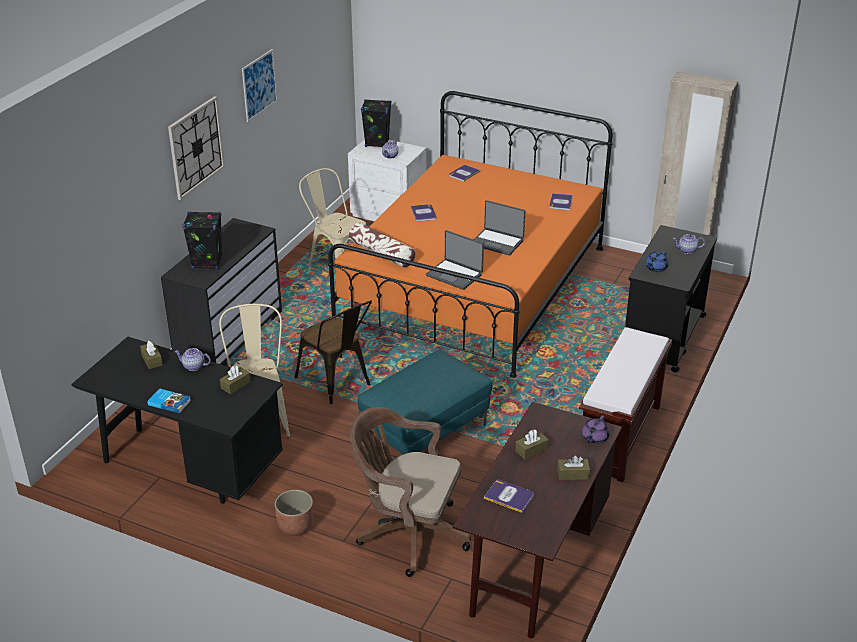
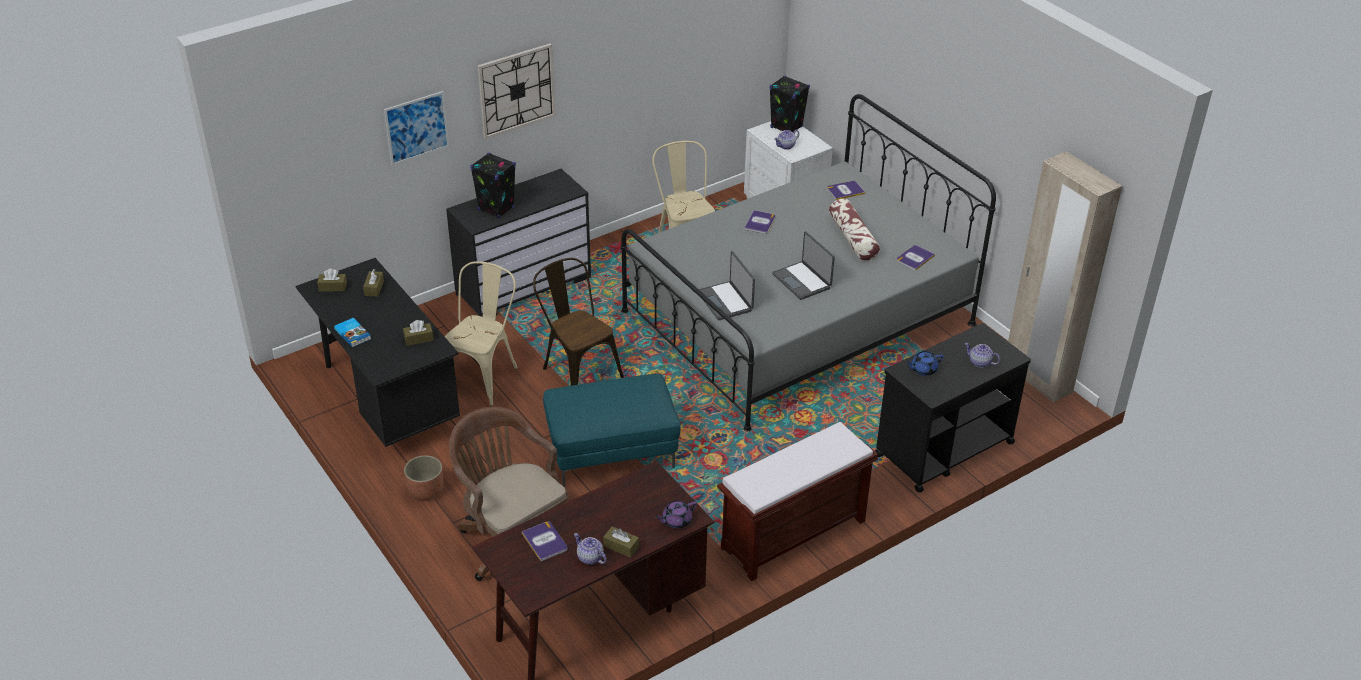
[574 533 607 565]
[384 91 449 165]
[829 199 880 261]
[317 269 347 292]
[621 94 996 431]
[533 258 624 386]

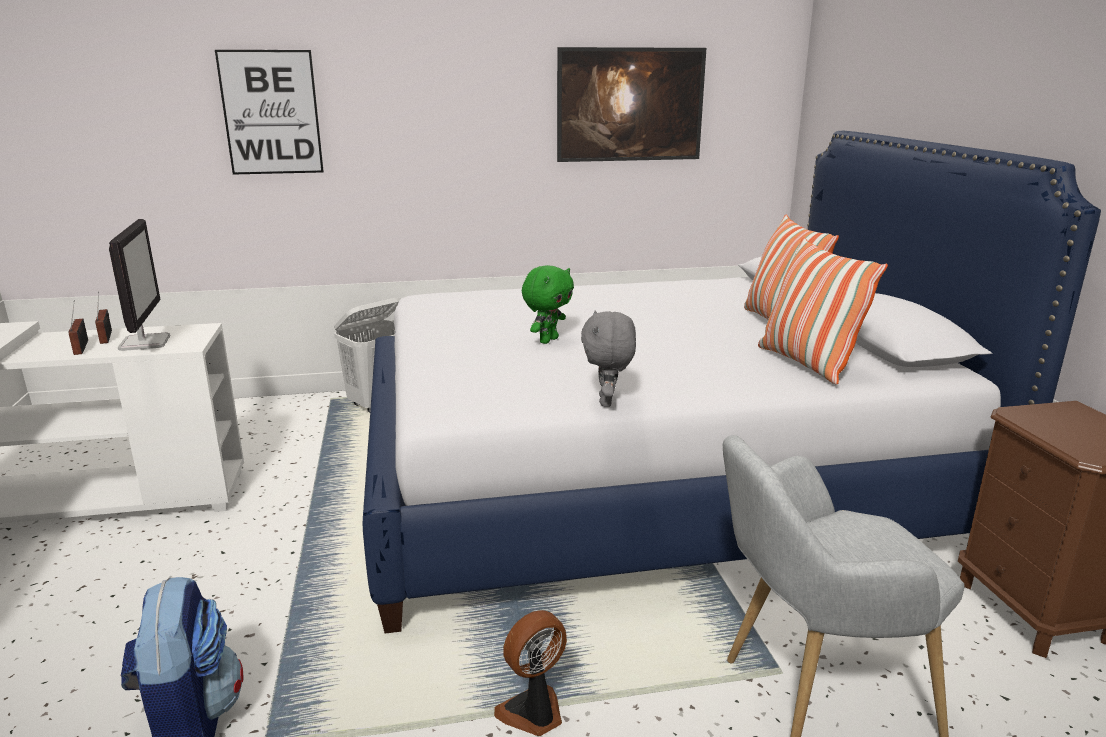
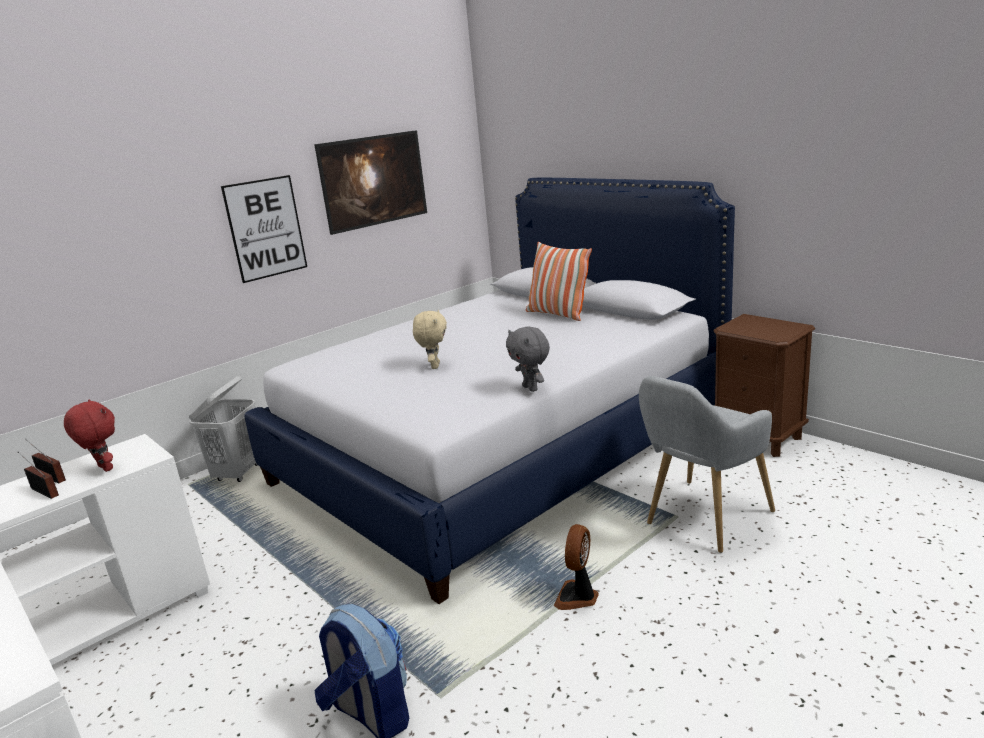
[758 237 888 385] (first image)
[221 175 307 283]
[64 400 115 472]
[413 310 447 369]

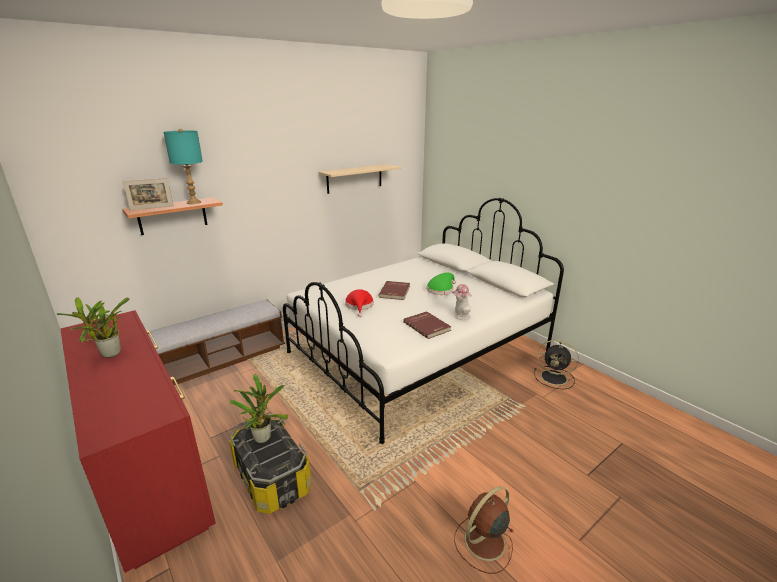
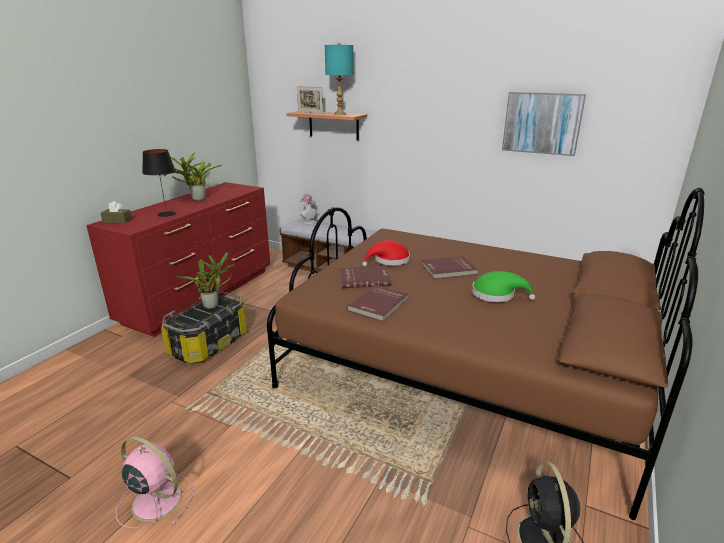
[100 201 132 223]
[142 149 176 217]
[340 266 392 288]
[299 194 317 224]
[502 92 586 156]
[267 188 704 520]
[116 436 193 529]

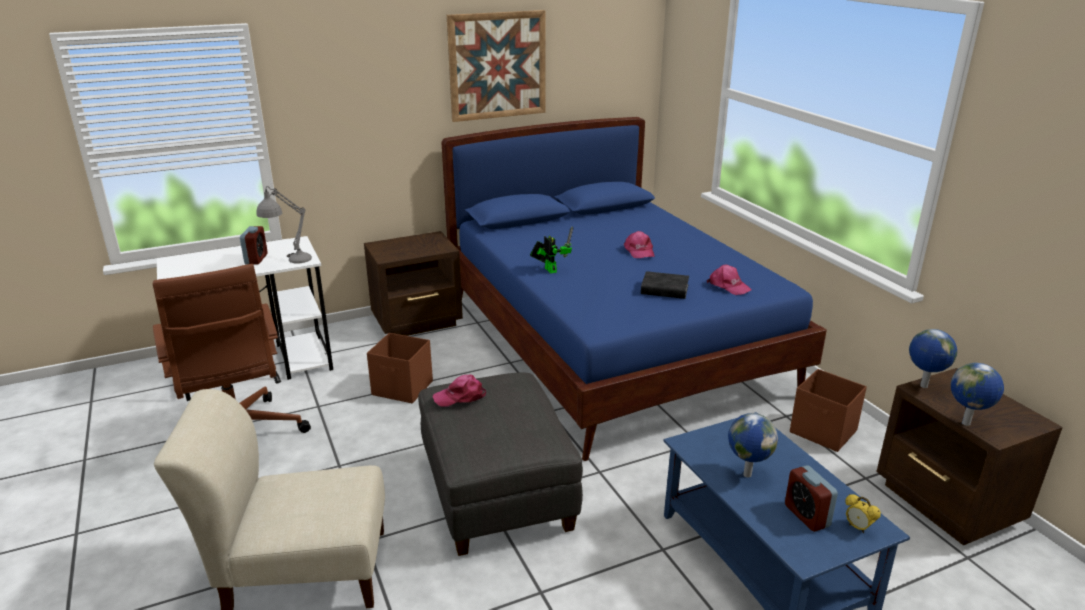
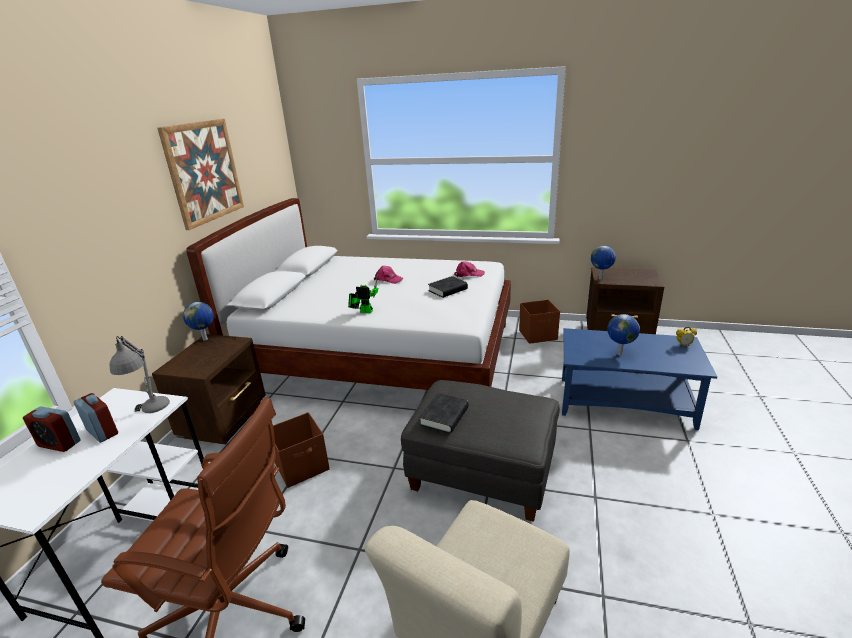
[23 406 81 452]
[183 302 214 341]
[419 393 469 434]
[186 198 511 390]

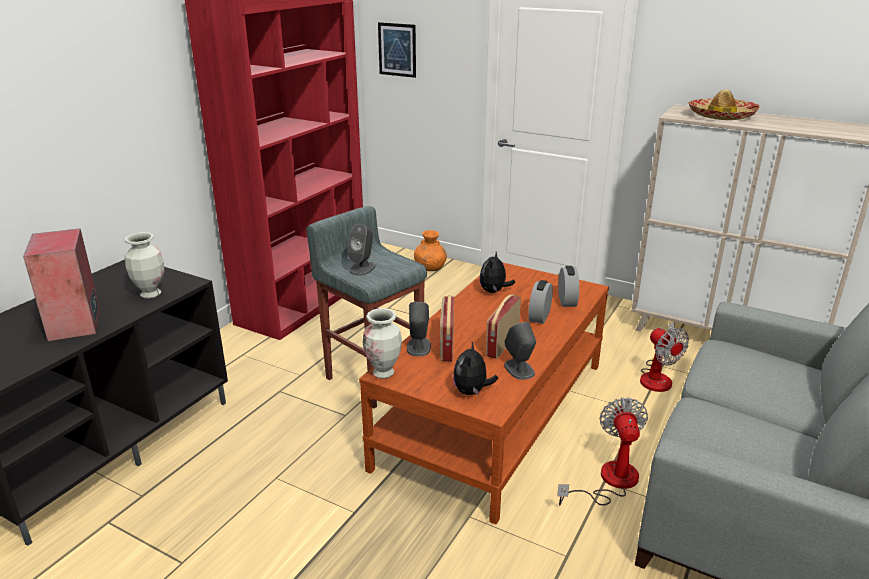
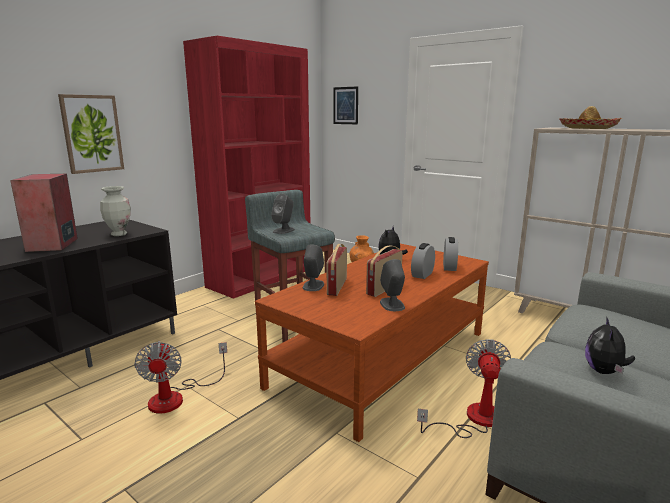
[362 308 402 379] (first image)
[58 94 124 174]
[585 316 635 374]
[134 341 227 414]

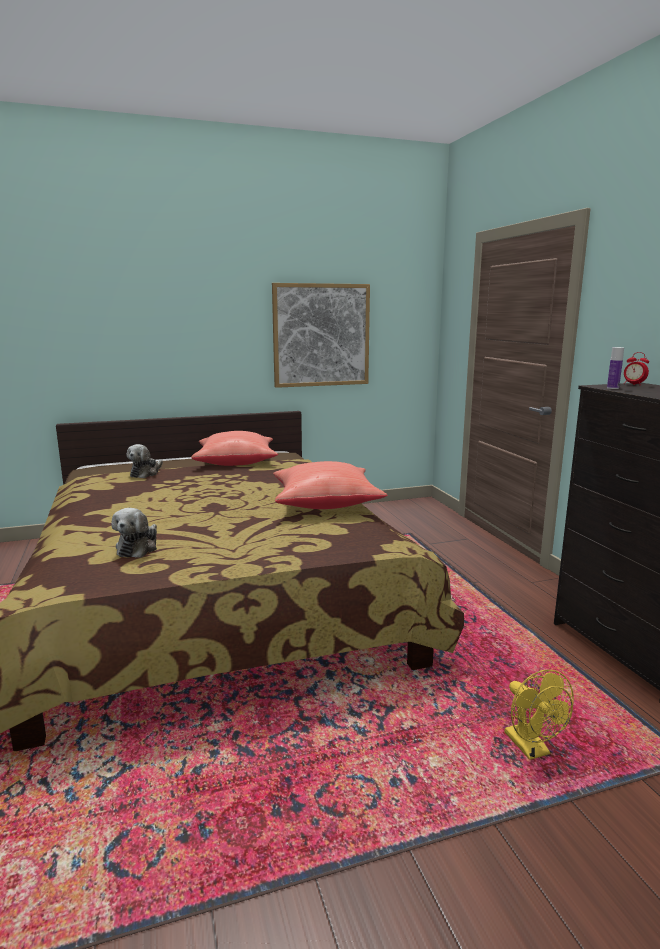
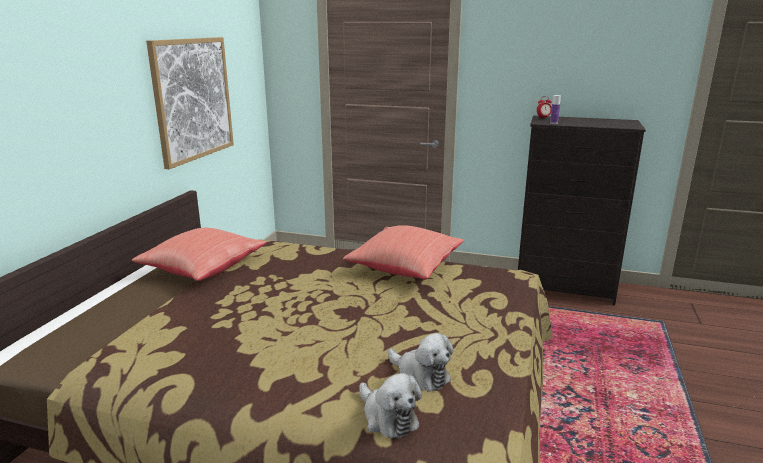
[504 670 574 760] (first image)
[359 373 422 439]

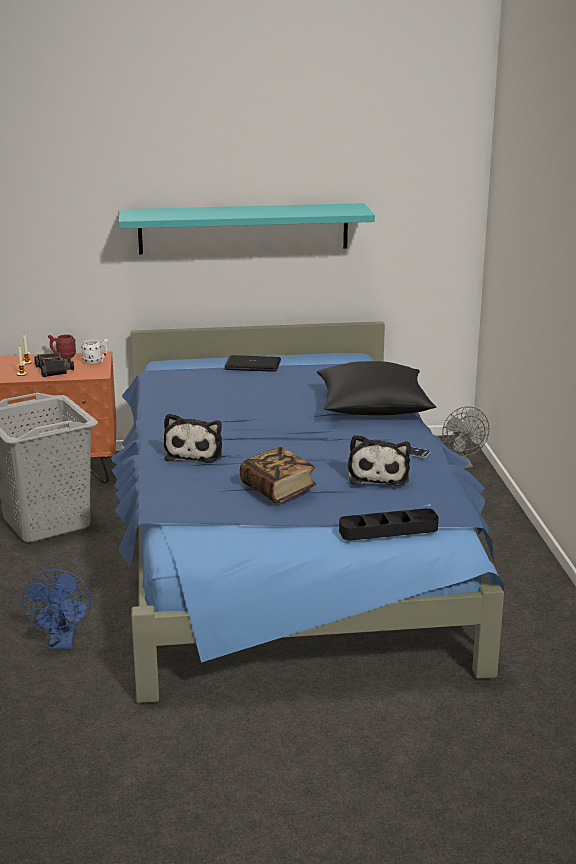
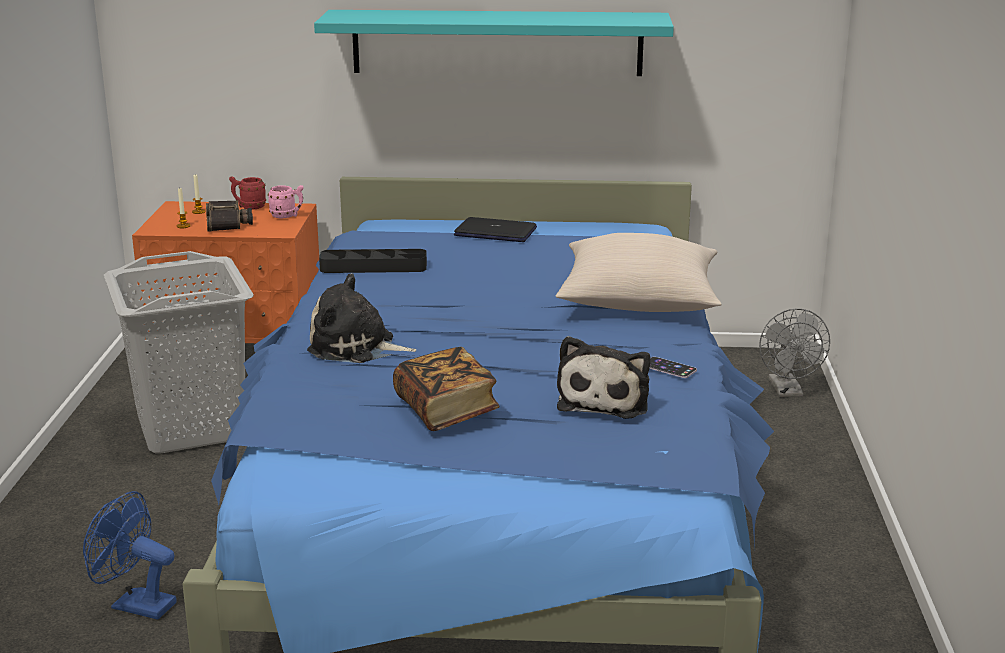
[319 249 427 273]
[268 185 304 219]
[556 233 722 312]
[83 491 176 620]
[307 273 416 363]

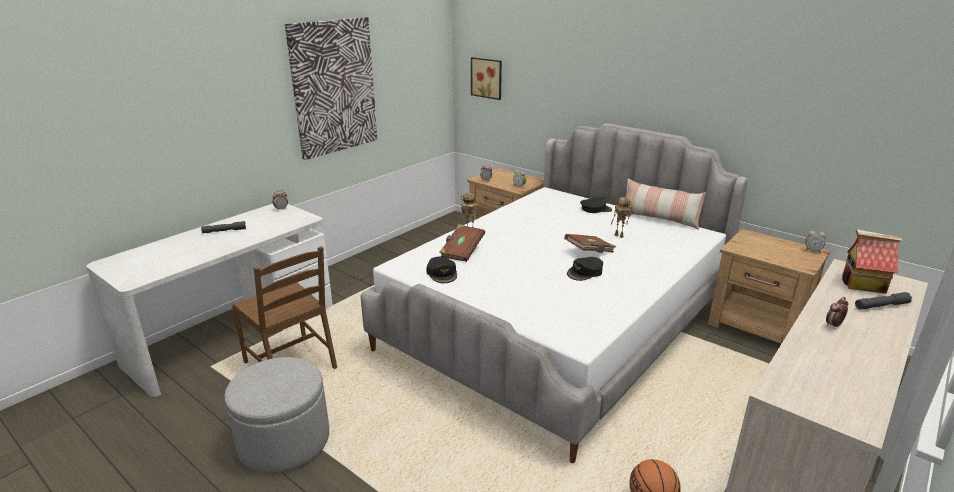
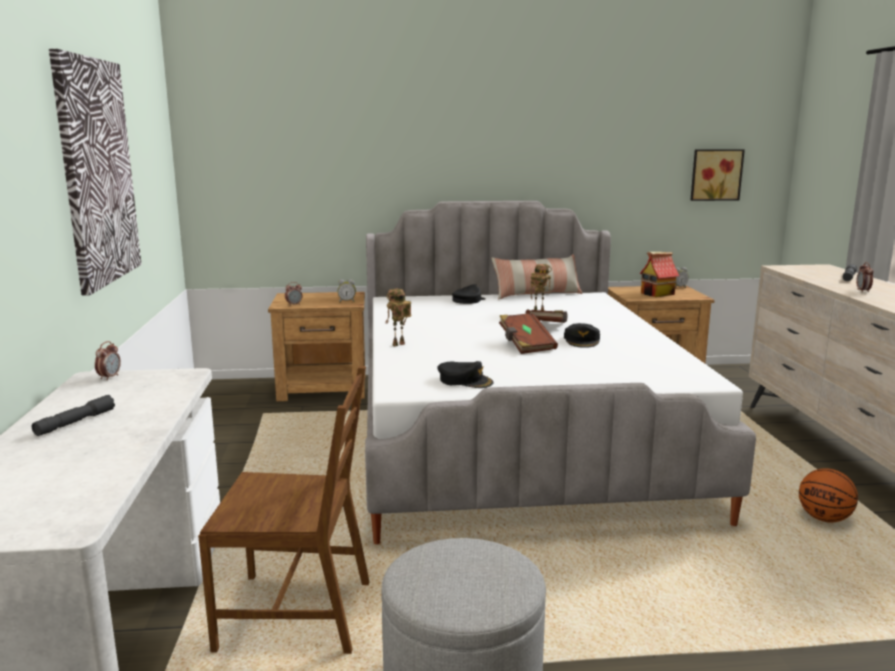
[499 313 558 354]
[690 149 745 201]
[640 252 679 297]

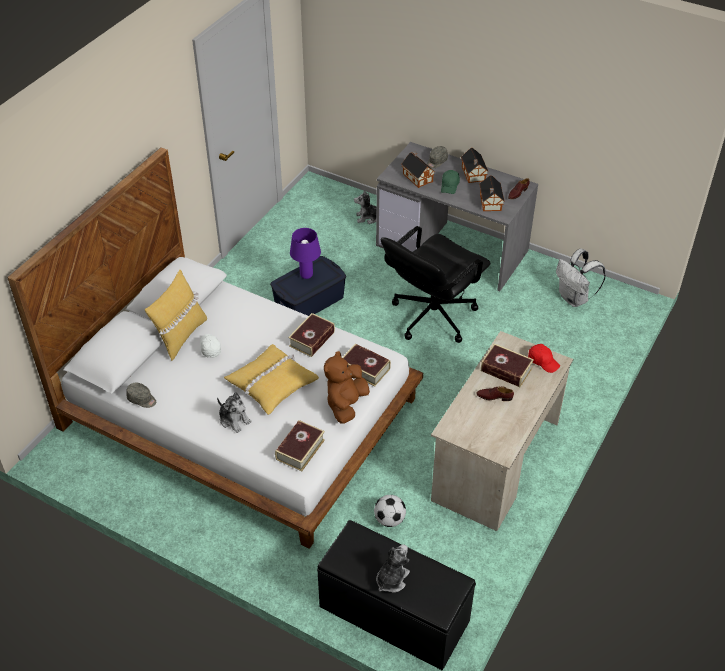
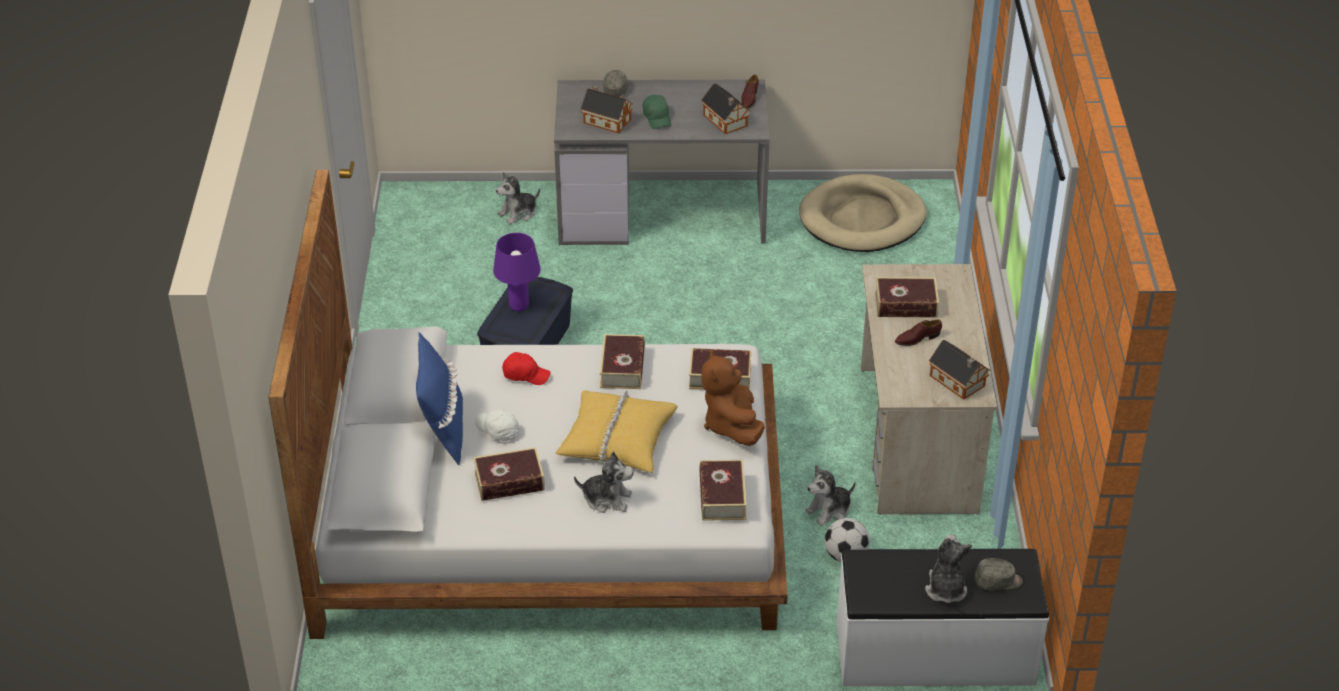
[381 226 491 343] (first image)
[473 447 545 501]
[805 465 856 526]
[975 558 1023 590]
[929 340 991 400]
[502 352 551 385]
[799 174 927 252]
[416 332 463 465]
[837 549 1049 686]

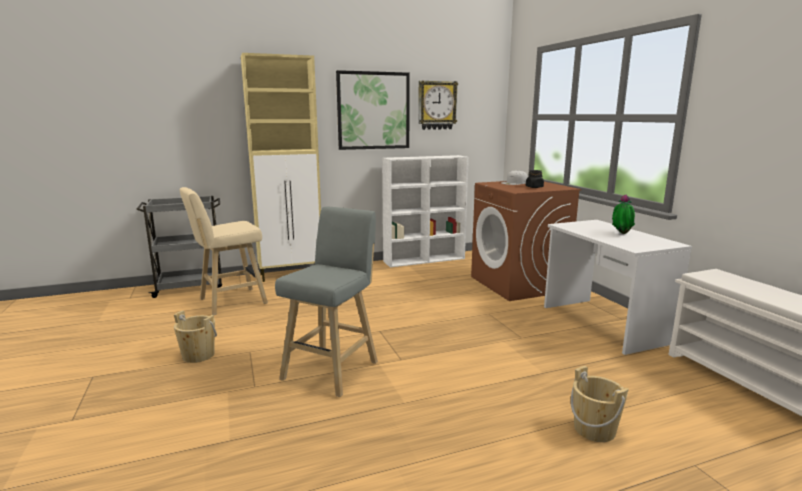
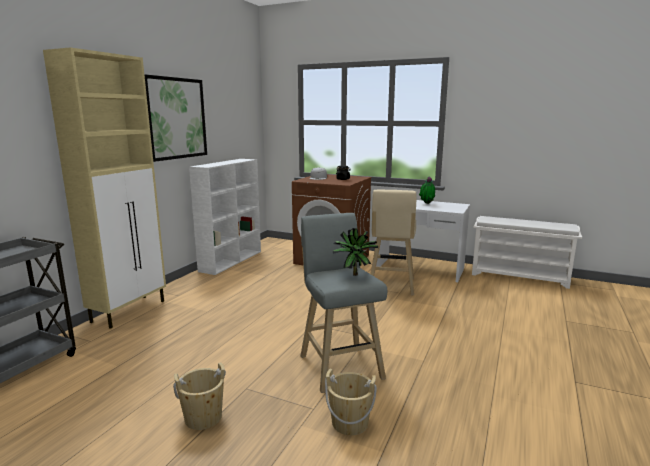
[418 81 458 130] (first image)
[333 228 378 276]
[370 190 417 296]
[325 369 377 435]

